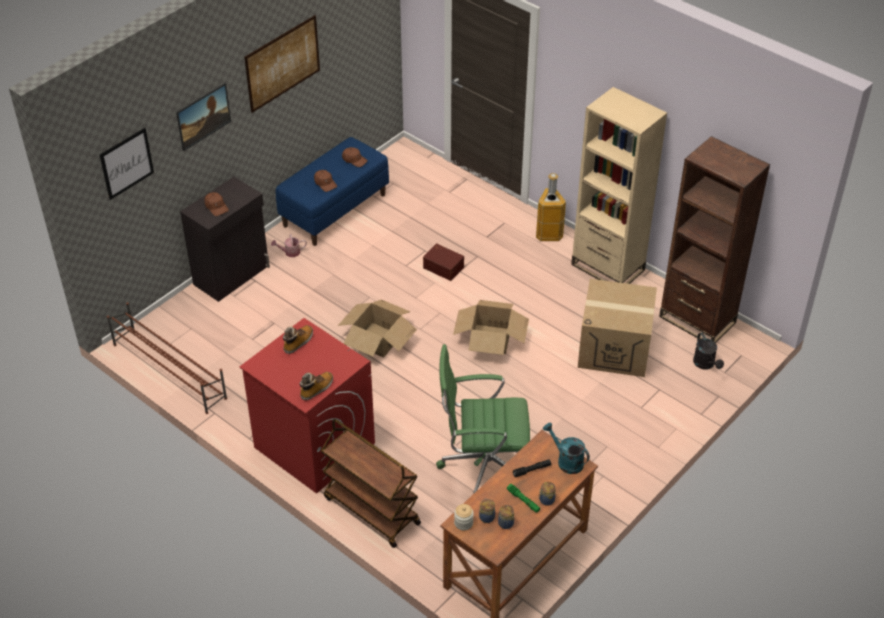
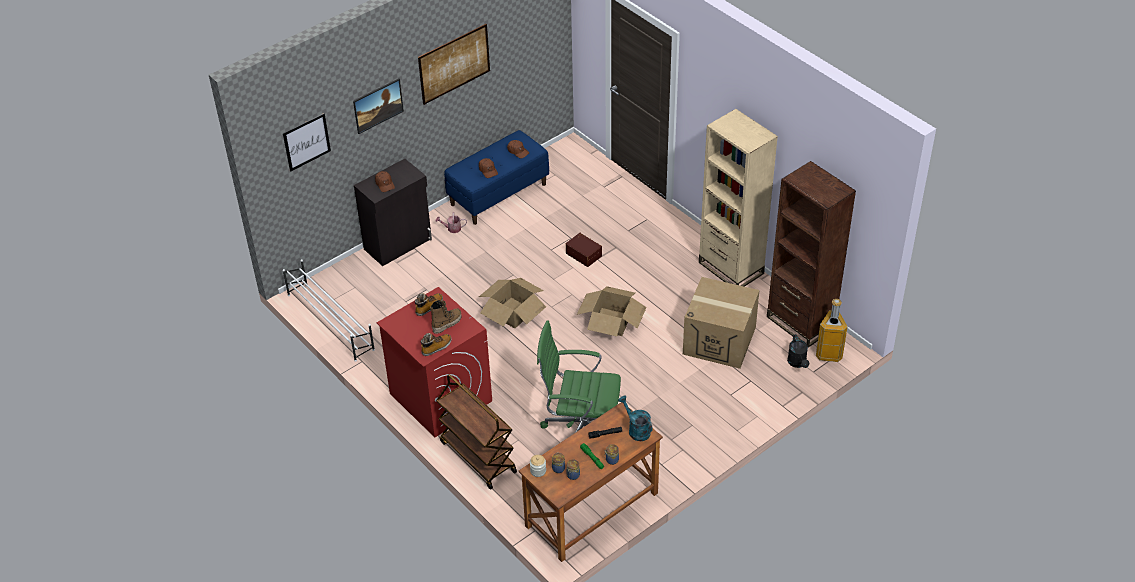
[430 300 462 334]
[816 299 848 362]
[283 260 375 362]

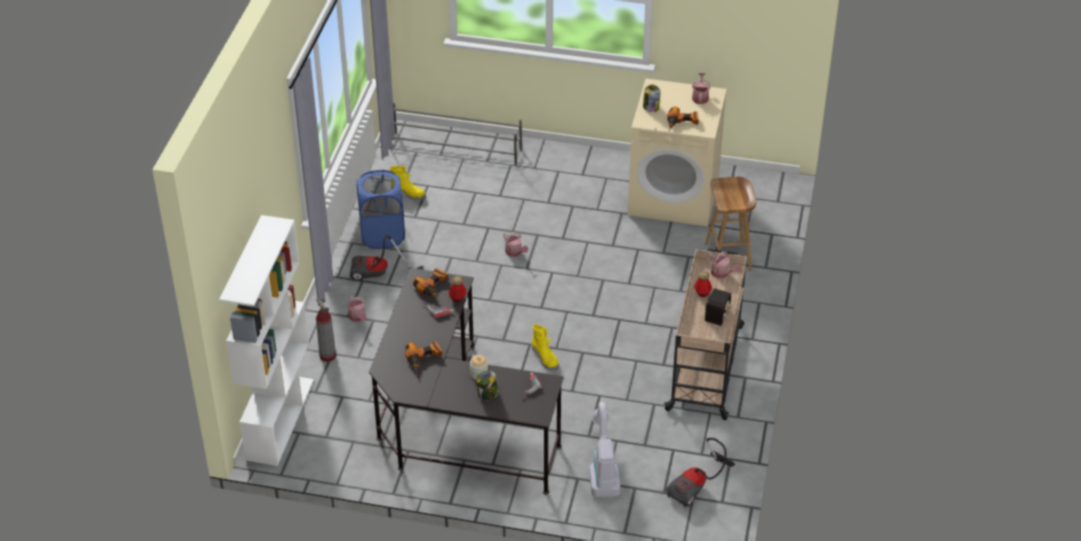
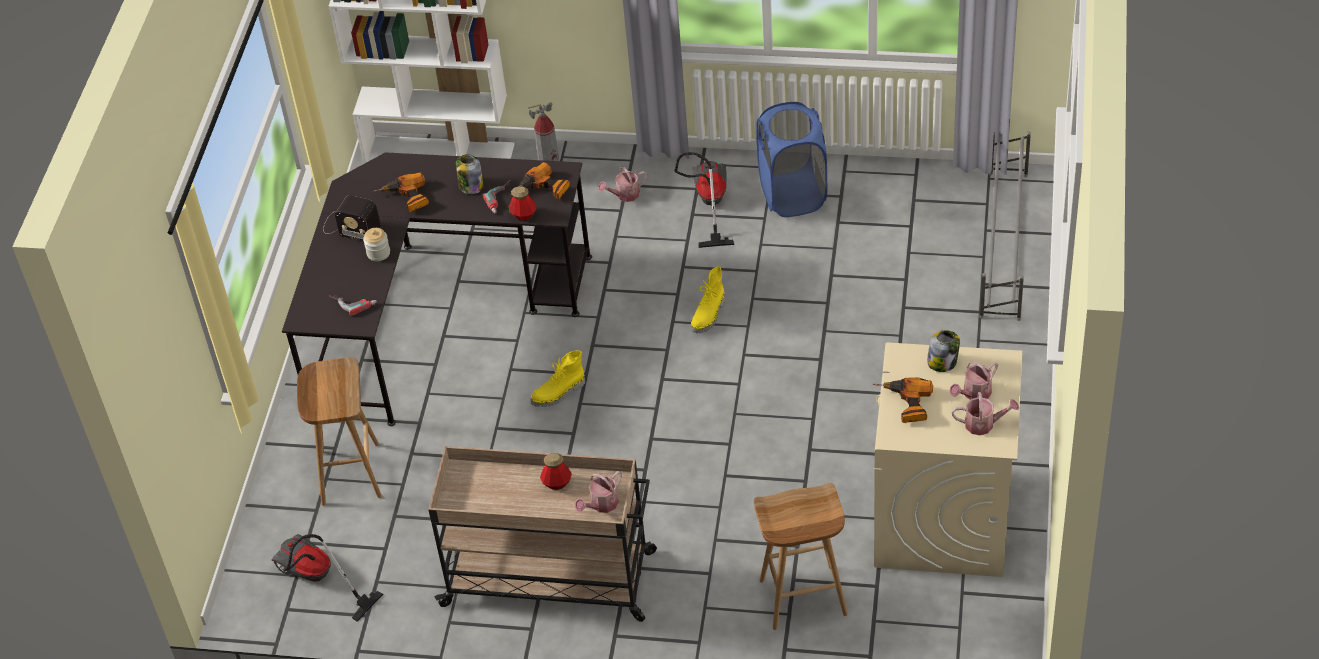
[691 266 725 333]
[456 154 484 194]
[949 361 998 400]
[323 195 381 241]
[297 357 382 506]

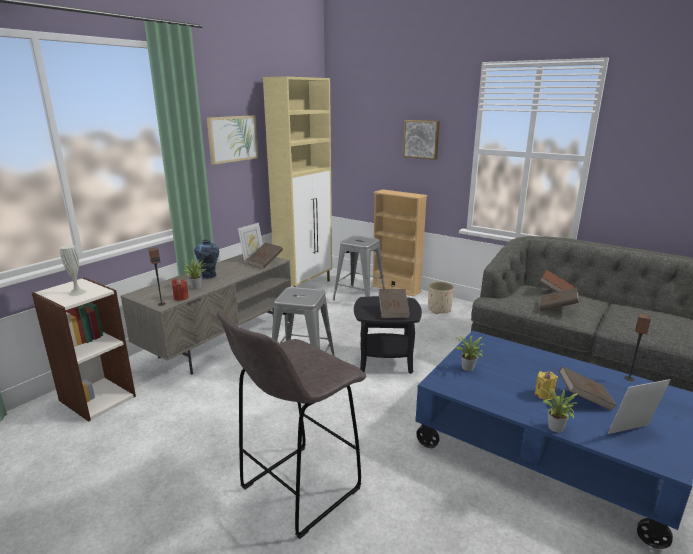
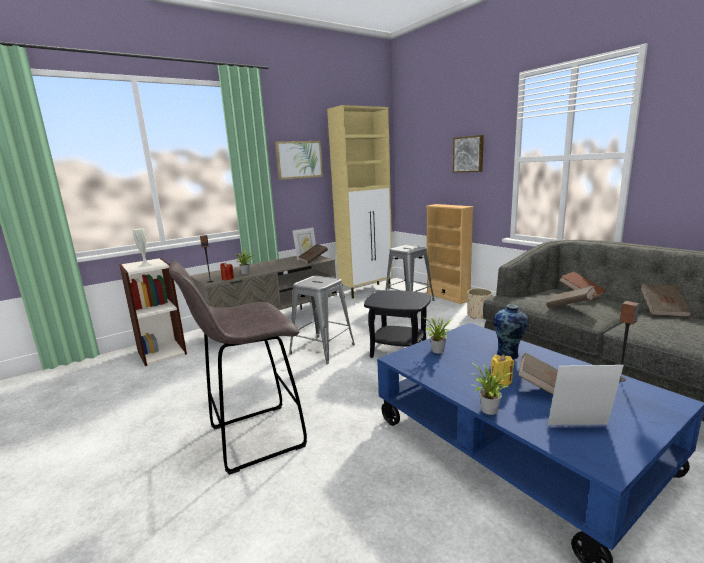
[494 304 529 359]
[640 284 692 317]

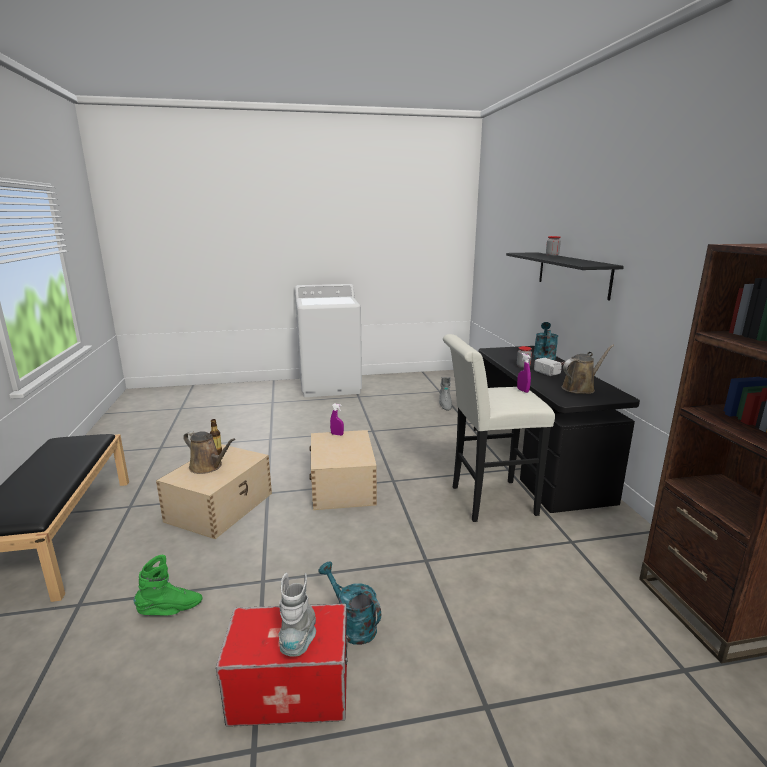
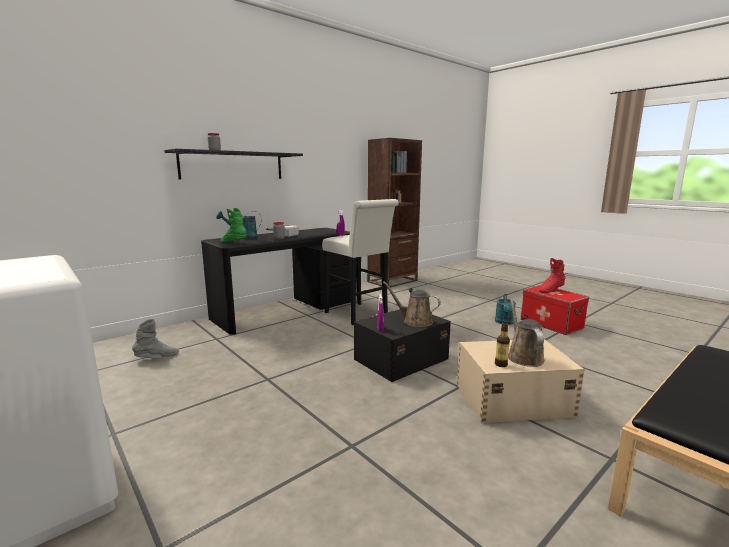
[221 208 247 242]
[383 281 441 327]
[539 258 566 293]
[354 309 451 382]

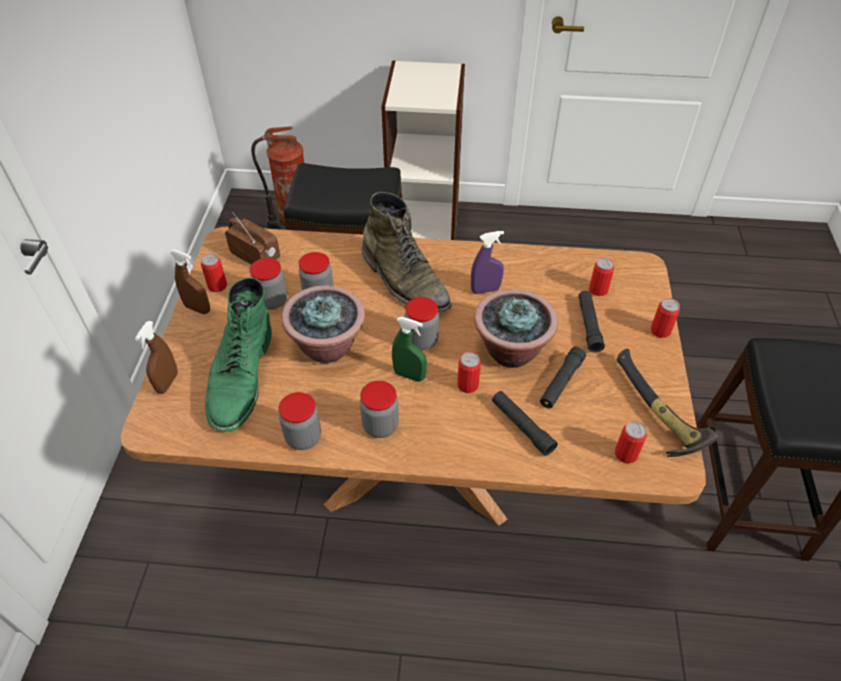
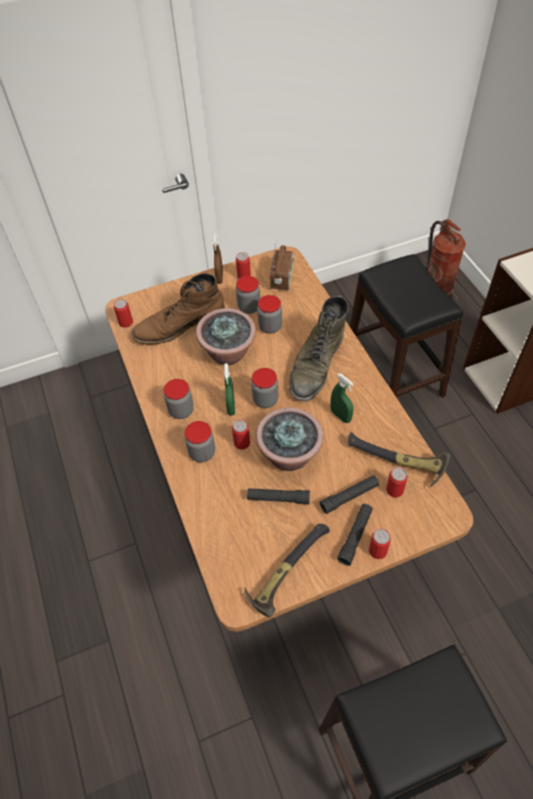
[135 321 178 394] (first image)
[348 432 451 487]
[185 421 215 462]
[337 504 373 566]
[114 299 133 328]
[132 273 225 345]
[331 373 354 423]

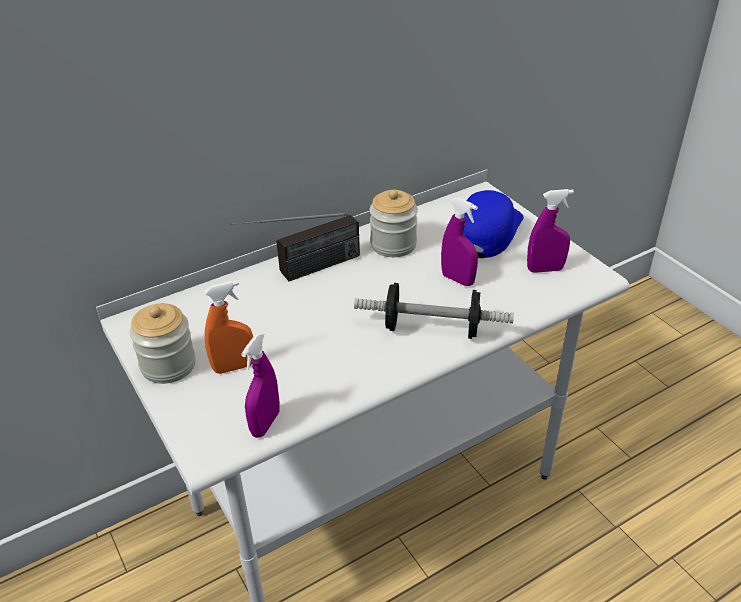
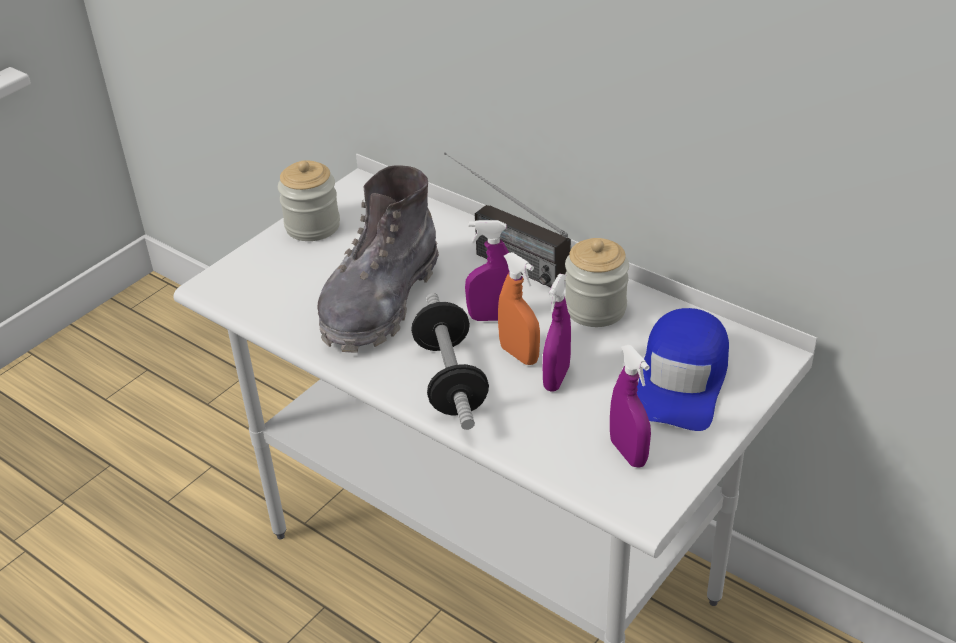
[317 165 439 353]
[498 252 540 365]
[465 220 509 321]
[637 308 729 431]

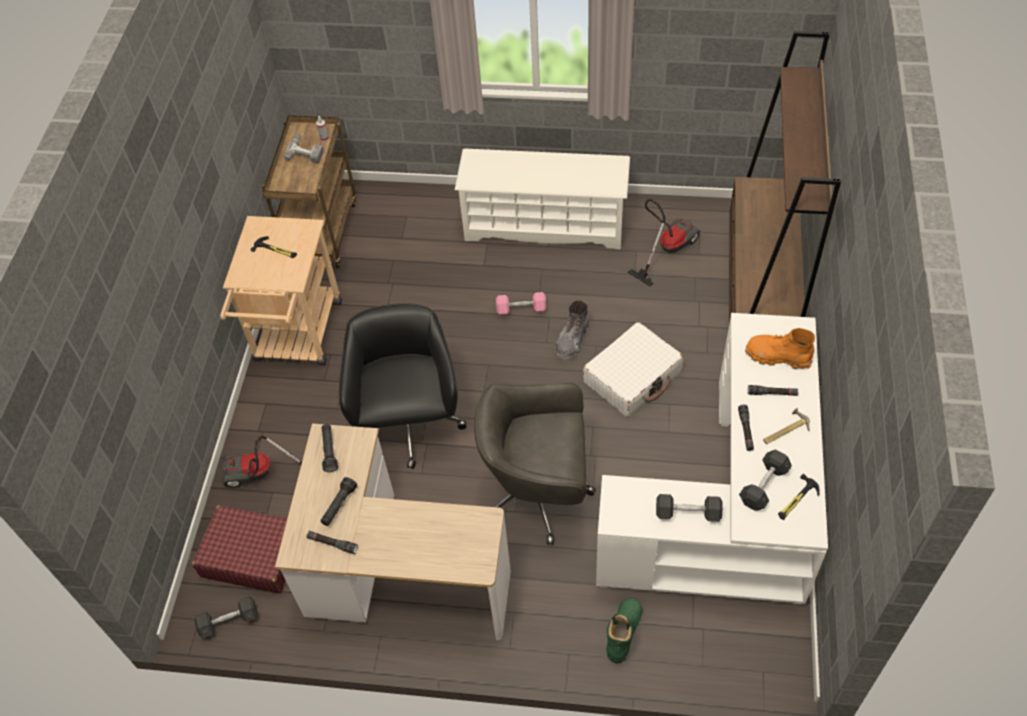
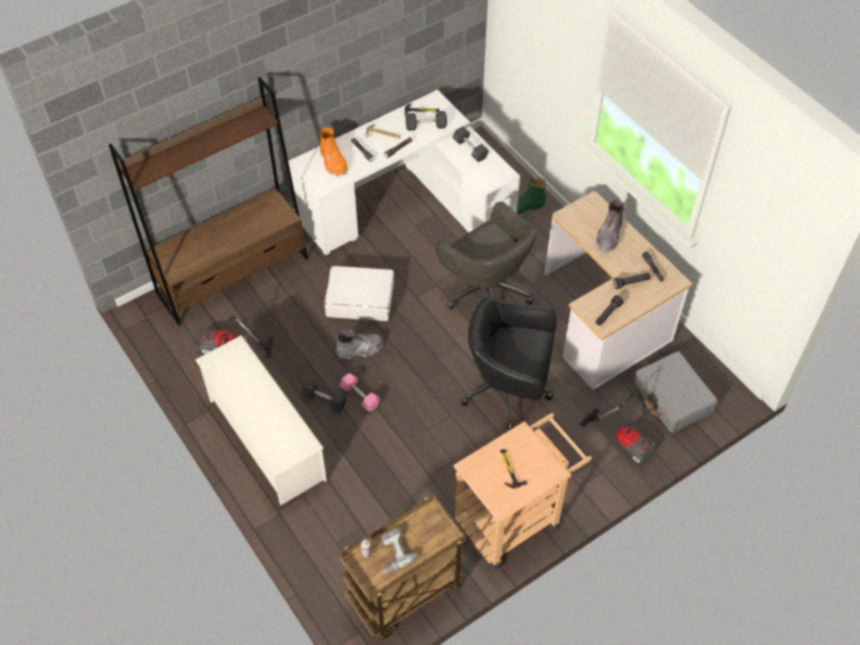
[596 200 625 253]
[302 380 346 412]
[634 351 718 433]
[461 296 557 429]

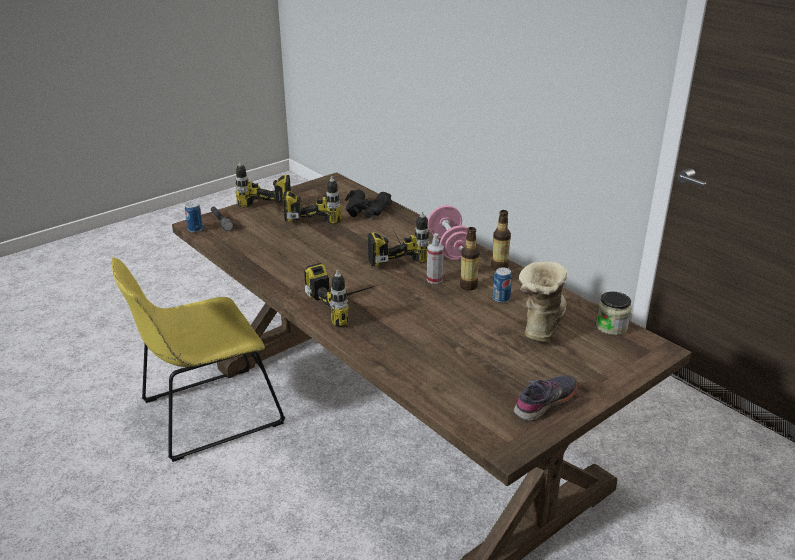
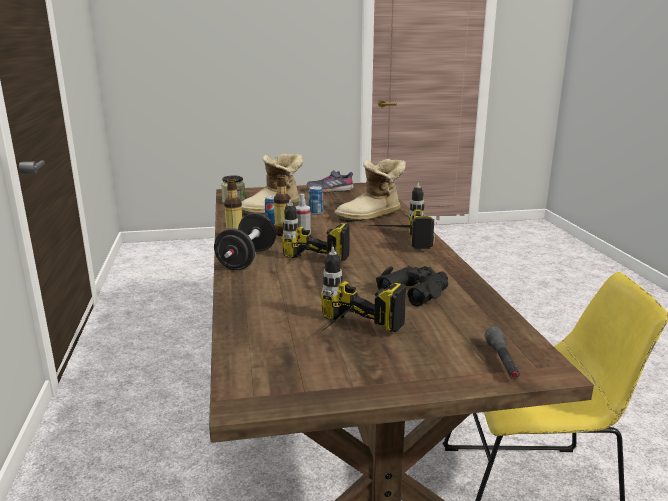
[235 161 291 208] (first image)
[334 158 406 222]
[309 186 323 215]
[376 266 448 307]
[214 213 276 270]

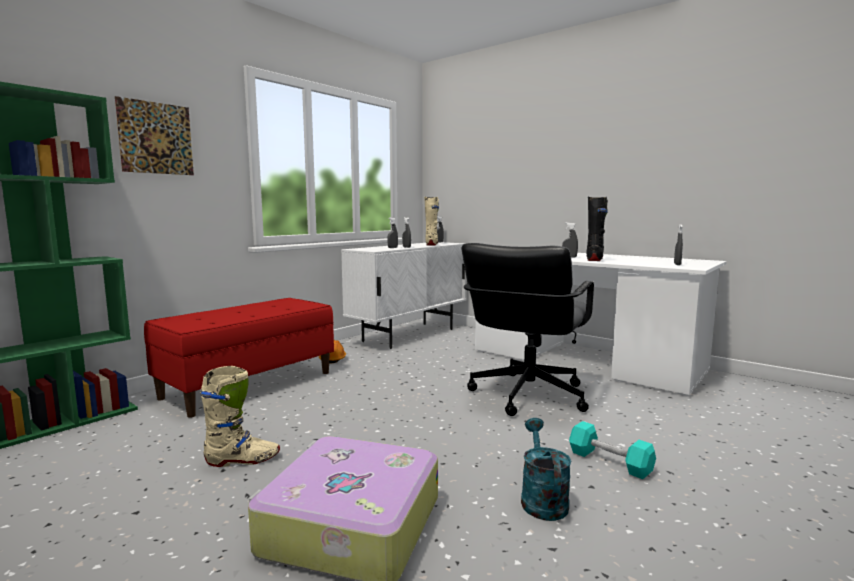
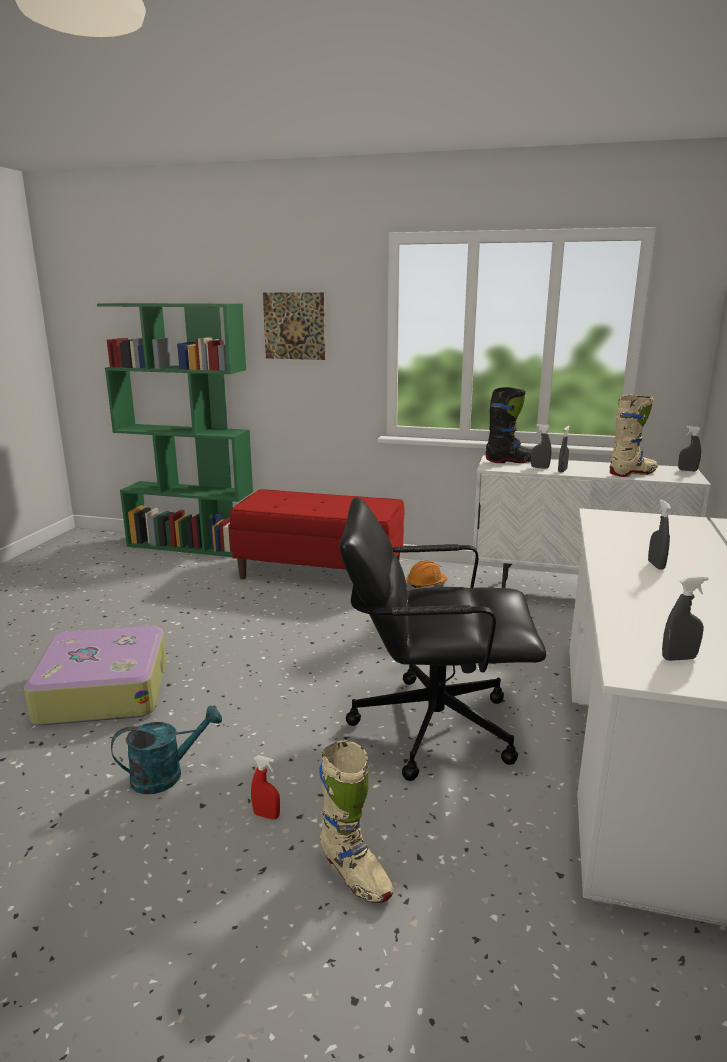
[319 740 393 903]
[485 387 532 463]
[251 755 280 820]

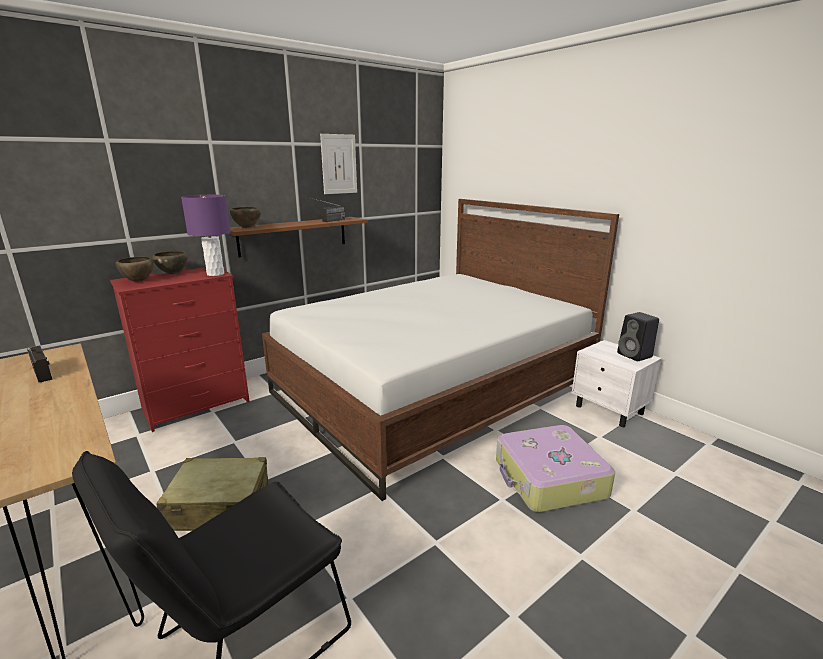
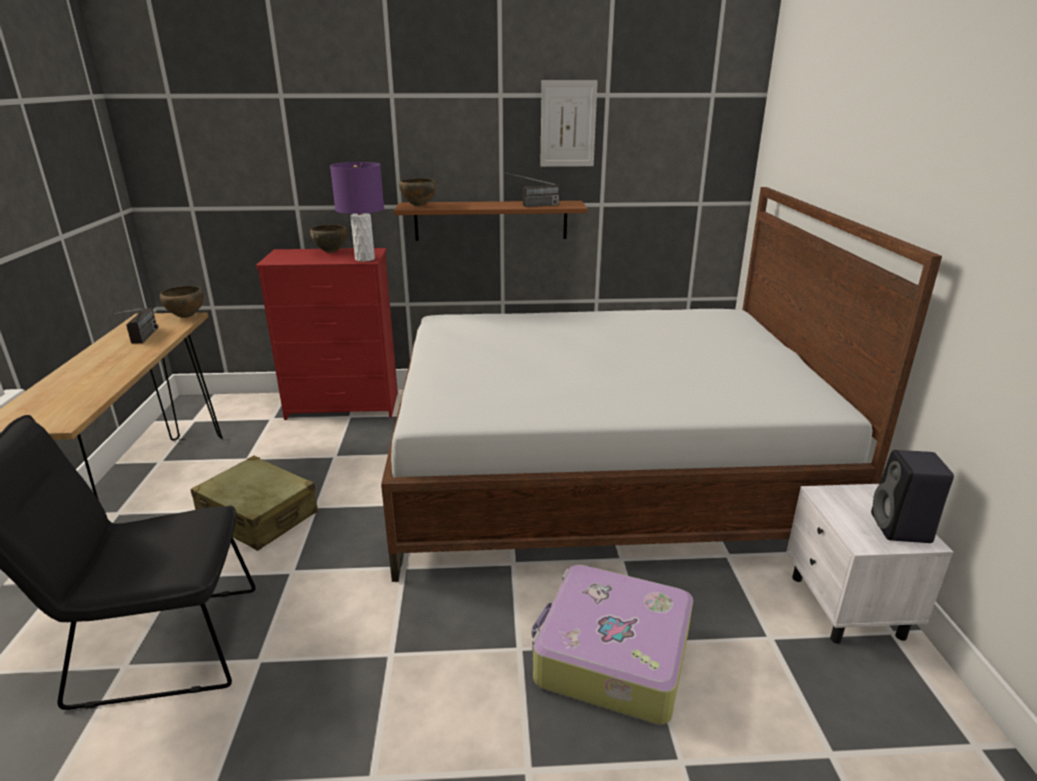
[160 286 204 318]

